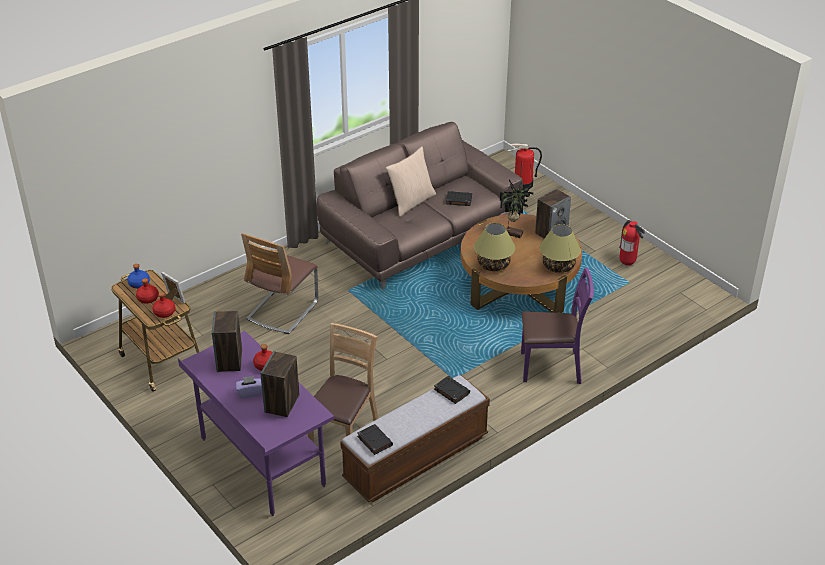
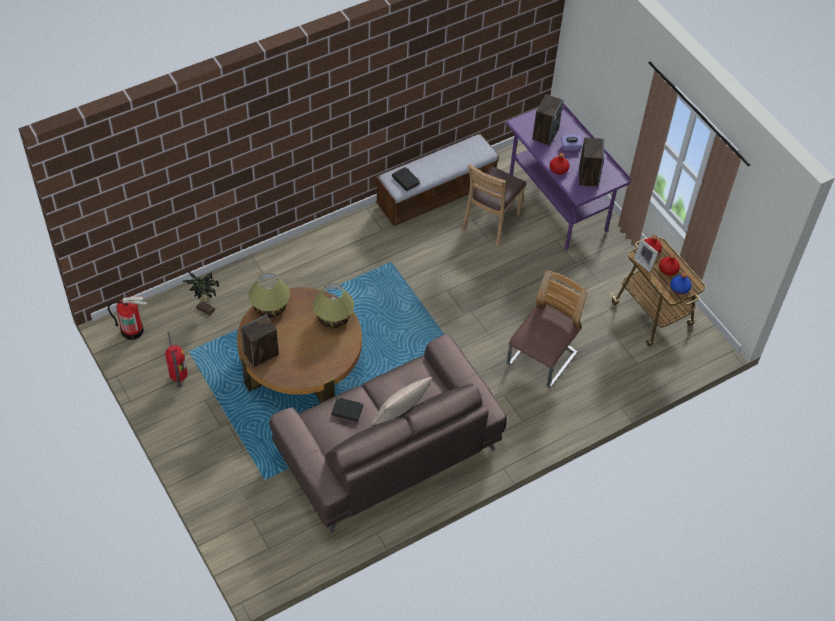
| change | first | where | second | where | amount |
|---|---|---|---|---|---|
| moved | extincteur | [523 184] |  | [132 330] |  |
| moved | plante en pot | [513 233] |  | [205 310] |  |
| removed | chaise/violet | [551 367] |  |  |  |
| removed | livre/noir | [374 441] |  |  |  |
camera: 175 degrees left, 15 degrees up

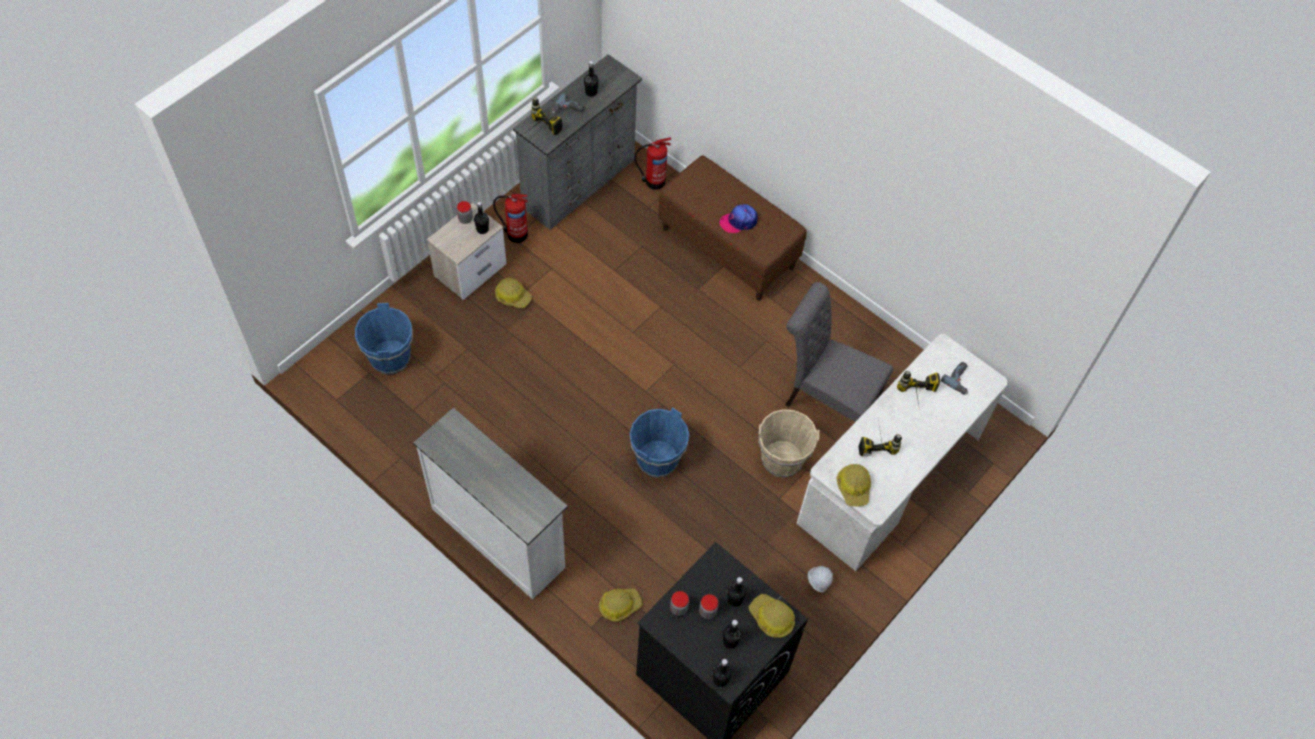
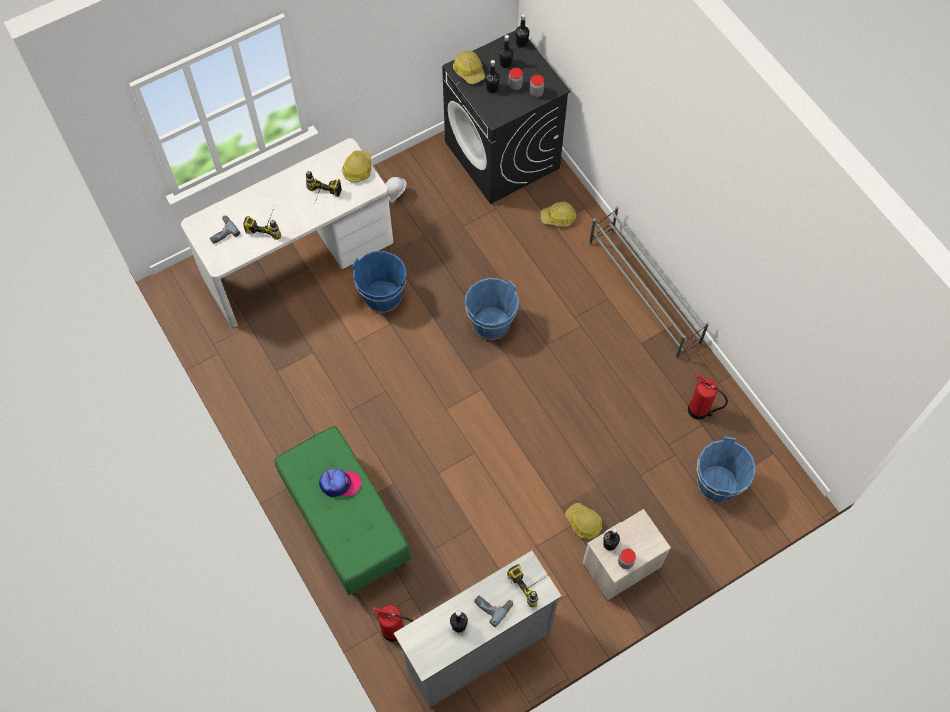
| change | first | where | second | where | amount |
|---|---|---|---|---|---|
| recoloured | banc/marron | [728 248] | banc/vert | [345 523] |  |
| moved | extincteur | [516 234] |  | [699 411] |  |
| removed | chaise/gris | [825 401] |  |  |  |
| replaced | commode/blanc | [499 535] | étagère à chaussures/gris | [644 294] |  |
| recoloured | seau/beige | [782 459] | seau/bleu | [382 297] |  |
camera: 160 degrees left, 5 degrees up

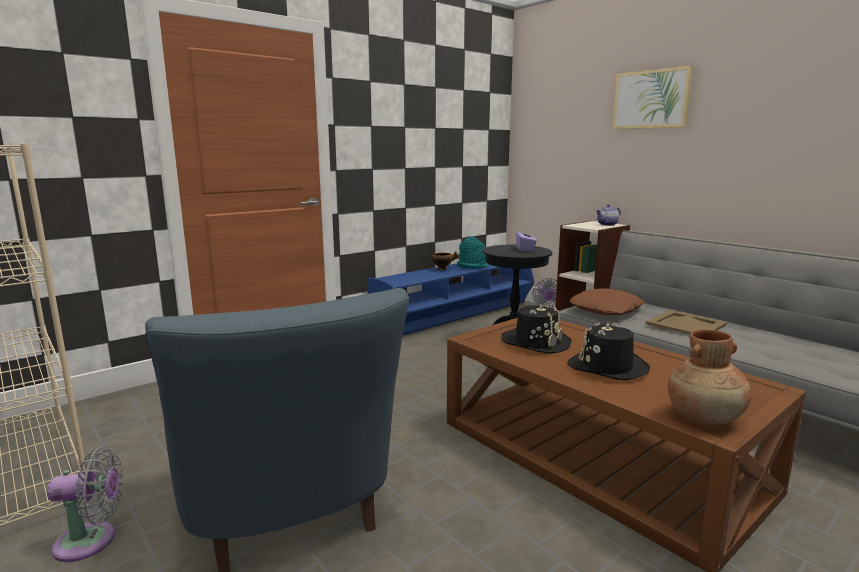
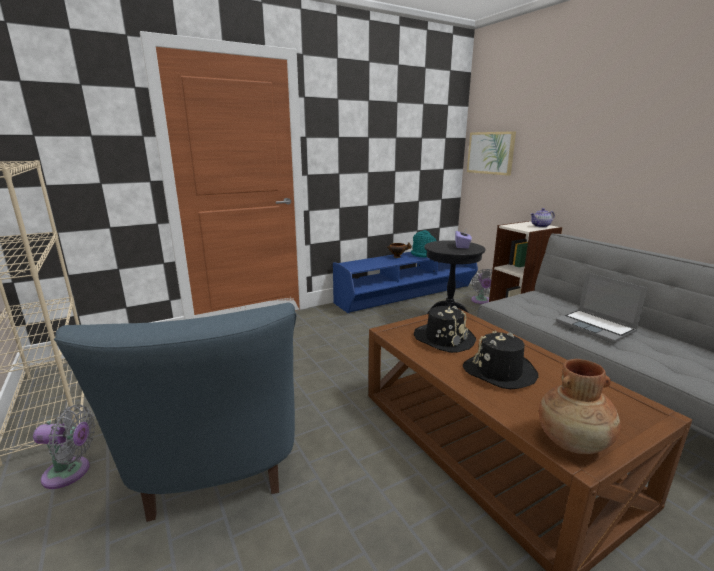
| change | first | where | second | where | amount |
|---|---|---|---|---|---|
| moved | tableau | [651 99] |  | [490 153] |  |
| removed | coussin/marron | [606 310] |  |  |  |
| replaced | plateau/beige | [686 324] | ordinateur portable | [596 327] |  |
camera: 10 degrees right, 5 degrees up

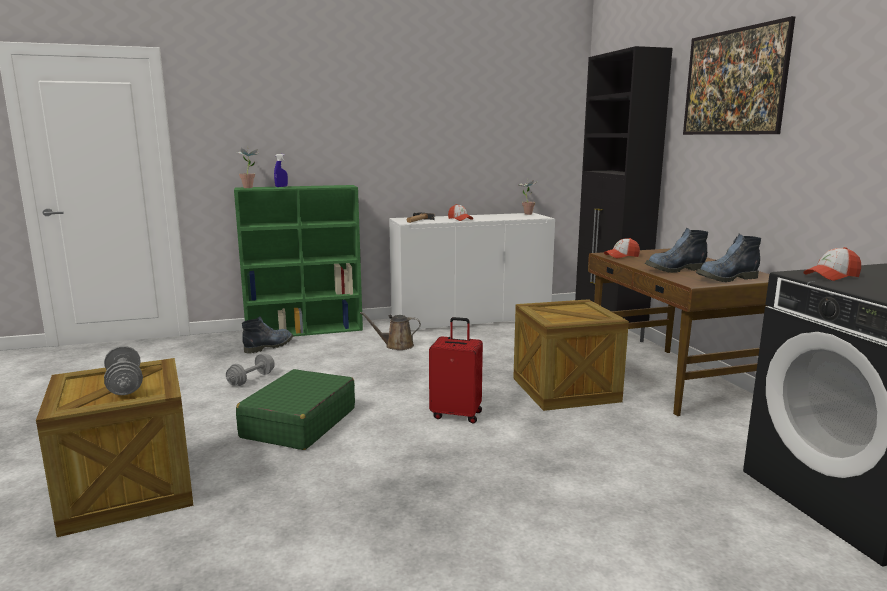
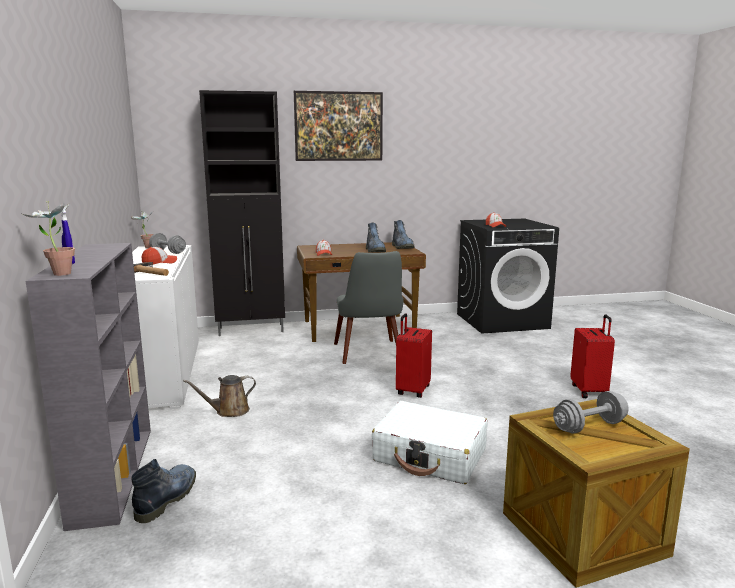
| change | first | where | second | where | amount |
|---|---|---|---|---|---|
| recoloured | bibliothèque/vert | [306 330] | bibliothèque/gris | [113 472] |  |
| replaced | caisse | [565 389] | chaise/gris | [370 355] |  |
| turned | arrosoir/marron | [396 346] |  | [229 411] | 60 degrees clockwise |
| turned | botte | [269 346] |  | [167 498] | 60 degrees clockwise |
| moved | haltère/gris | [251 379] |  | [168 252] |  |
| recoloured | valise/vert | [299 423] | valise/blanc | [430 455] |  |
| added |  |  | valise/rouge | [589 391] |  |
camera: 85 degrees left, 0 degrees up

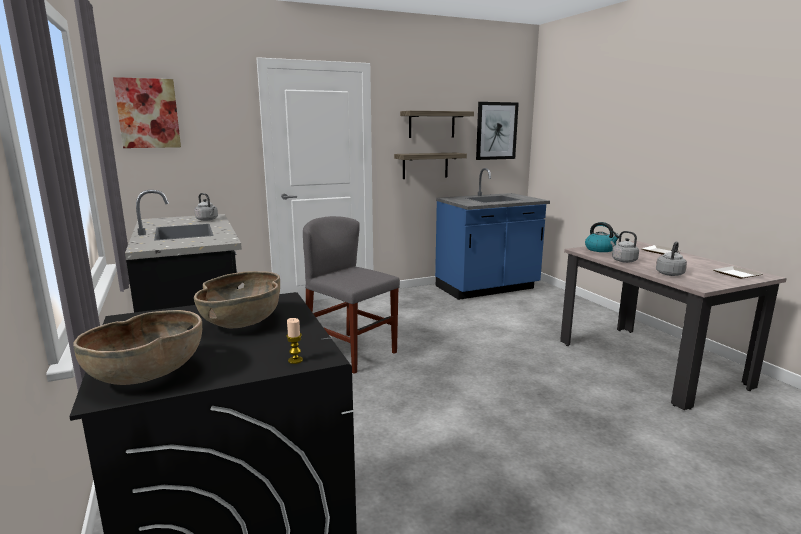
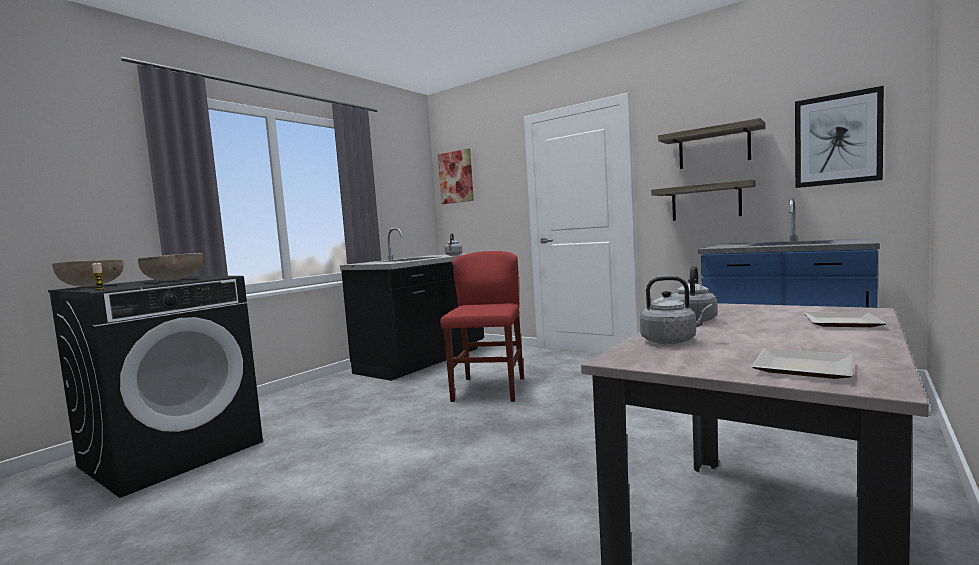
| change | first | where | second | where | amount |
|---|---|---|---|---|---|
| recoloured | chaise/gris | [351 352] | chaise/rouge | [489 389] |  |
| removed | bouilloire | [600 249] |  |  |  |
camera: 60 degrees right, 10 degrees down

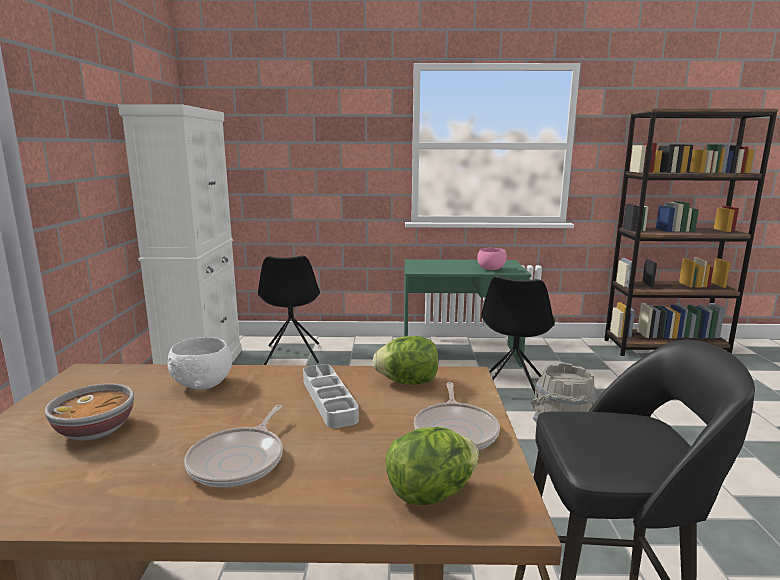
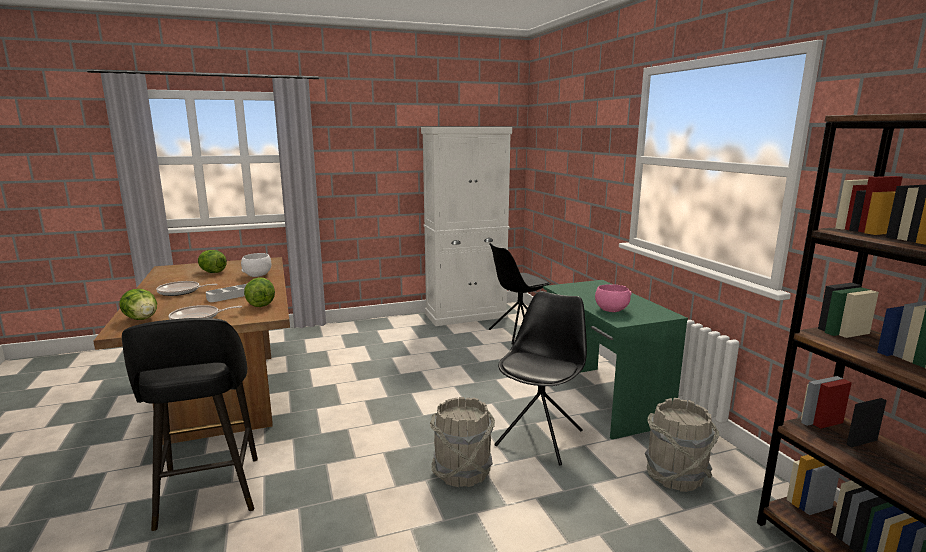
| change | first | where | second | where | amount |
|---|---|---|---|---|---|
| turned | chaise/noir | [512 391] |  | [540 437] | 120 degrees clockwise |
| replaced | bol | [96 430] | laitue | [212 272] |  |
| added |  |  | seau/gris | [675 476] |  |
camera: 70 degrees right, 0 degrees up

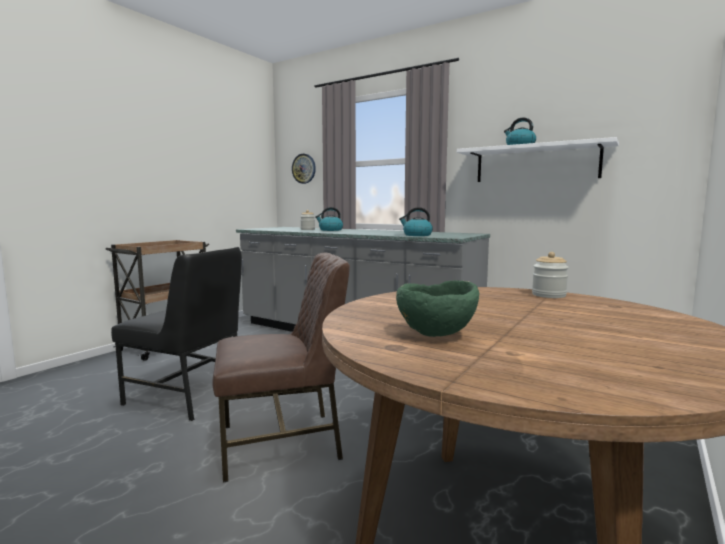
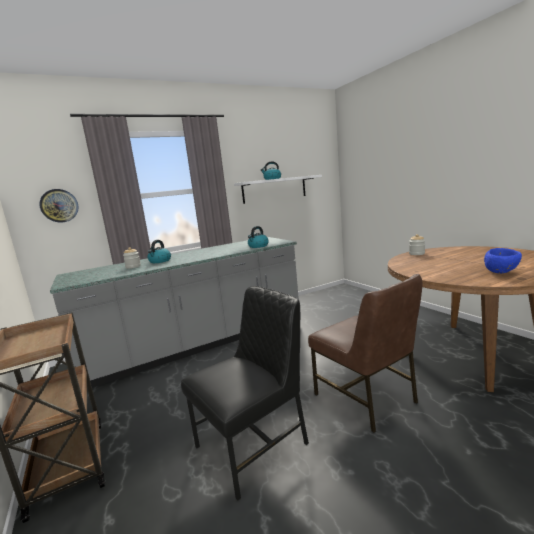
| change | first | where | second | where | amount |
|---|---|---|---|---|---|
| turned | chaise/marron | [283 443] |  | [366 398] | 135 degrees clockwise |
| recoloured | bol/vert | [436 336] | bol/bleu | [501 272] |  |
camera: 60 degrees left, 5 degrees up

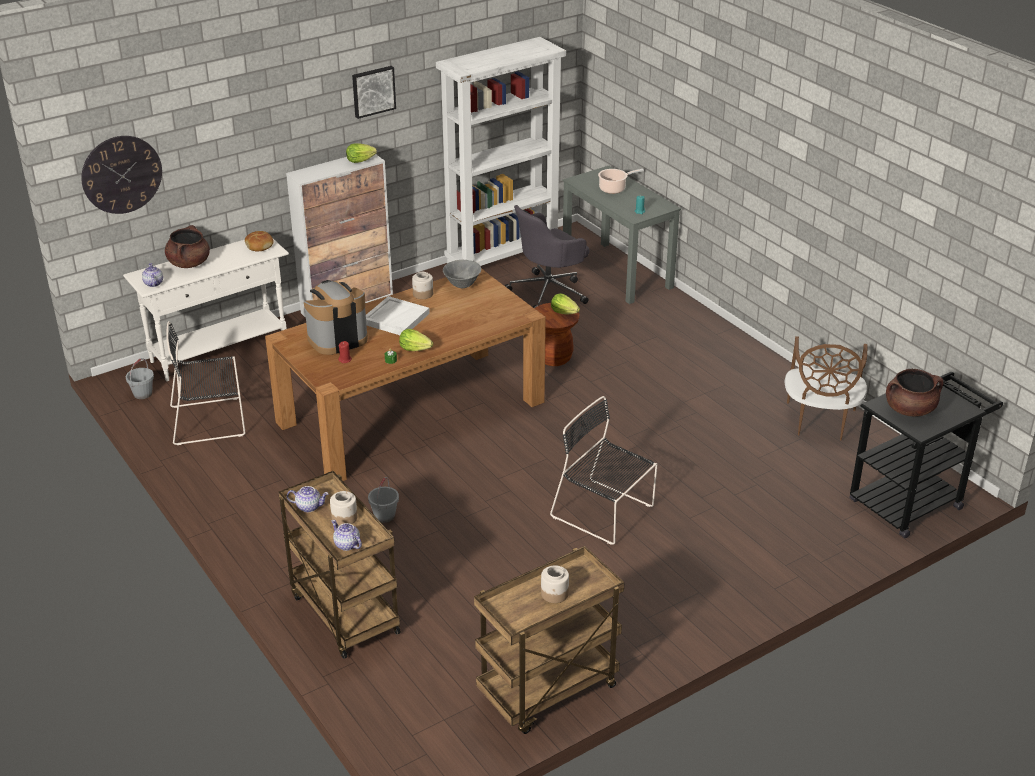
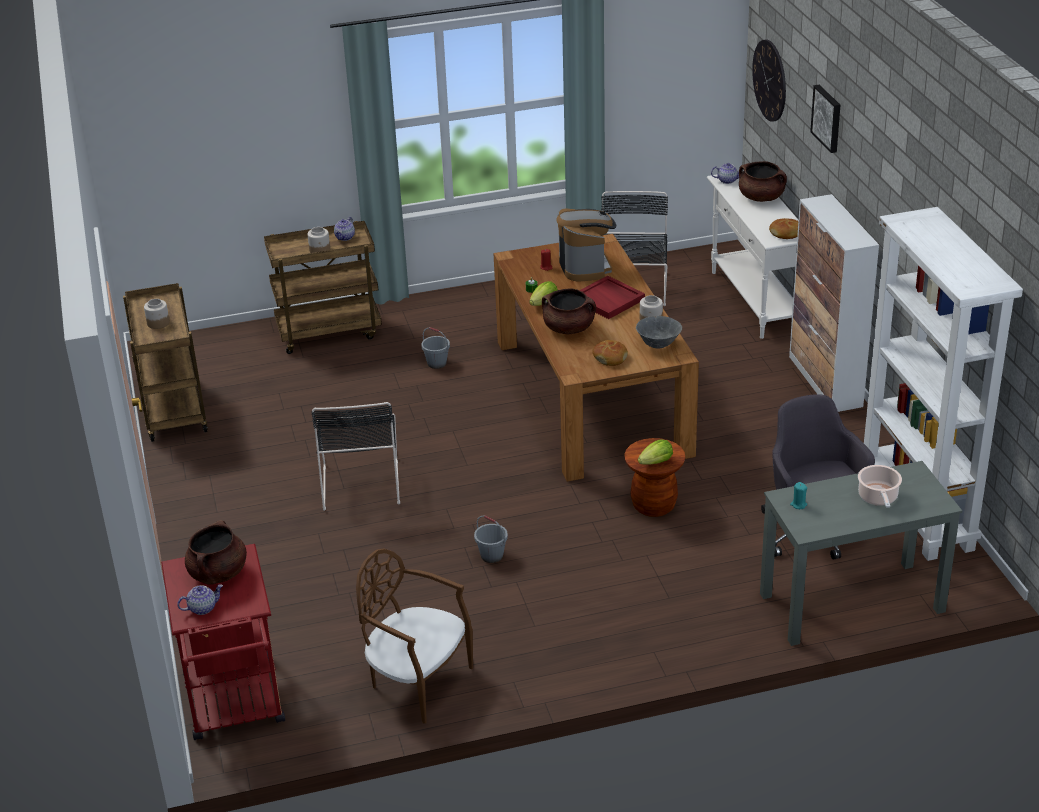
| change | first | where | second | where | amount |
|---|---|---|---|---|---|
| moved | tableau | [373 91] |  | [828 118] |  |
| removed | laitue | [360 161] |  |  |  |
| recoloured | plateau/blanc | [395 318] | plateau/rouge | [608 300] |  |
| moved | seau/gris | [143 394] |  | [491 556] |  |
| recoloured | chariot/noir | [912 500] | chariot/rouge | [235 705] |  |
| turned | chaise/noir | [605 513] |  | [361 483] | 120 degrees clockwise |
| moved | théière | [346 544] |  | [202 608] |  |
| added |  |  | marmite/marron | [569 328] |  |
| added |  |  | pain | [610 357] |  |
camera: 110 degrees right, 0 degrees up

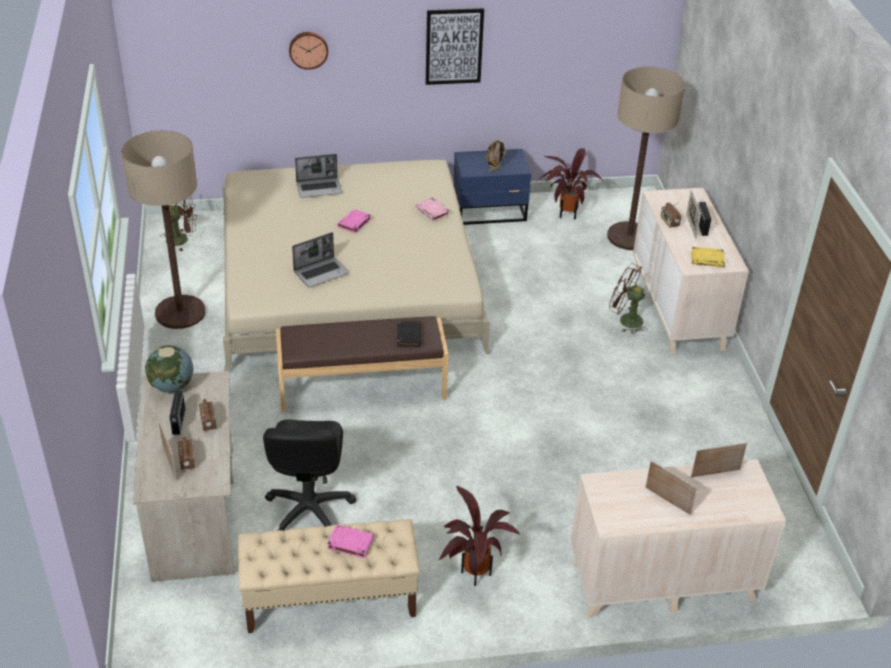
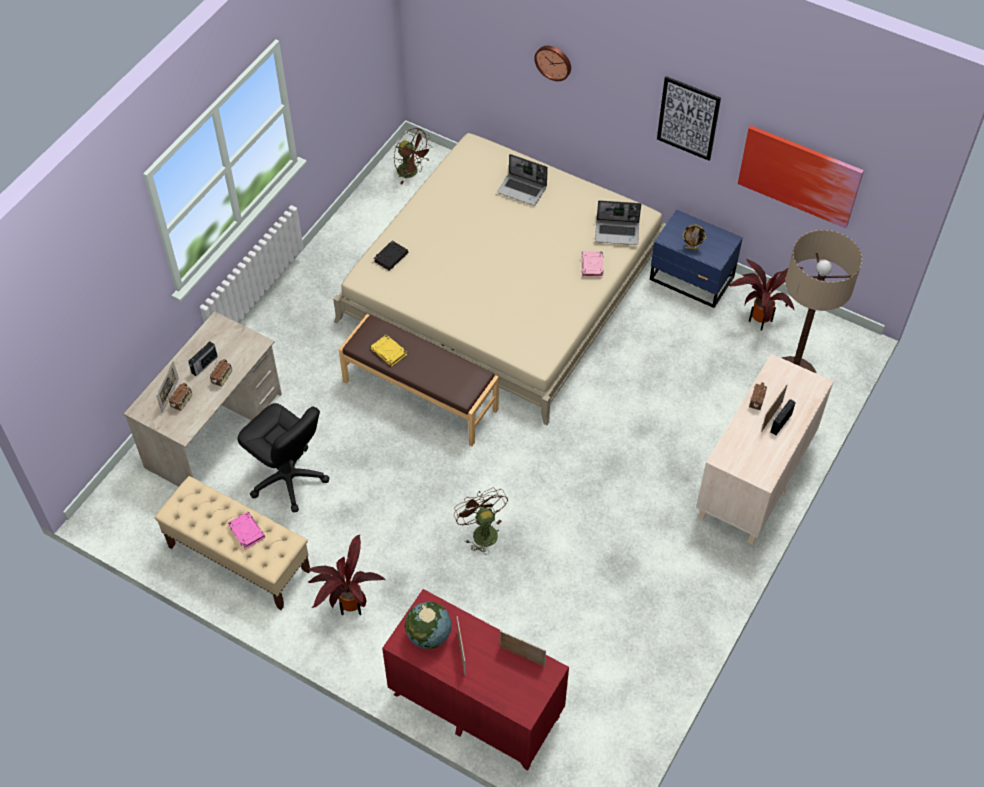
| change | first | where | second | where | amount |
|---|---|---|---|---|---|
| removed | lampadaire | [180 313] |  |  |  |
| removed | livre/rose | [354 223] |  |  |  |
| moved | ordinateur portable | [321 272] |  | [617 232] |  |
| moved | livre/jaune | [707 259] |  | [389 352] |  |
| moved | ventilateur/marron | [625 320] |  | [481 531] |  |
| moved | livre/noir | [408 336] |  | [391 257] |  |
| moved | globe | [172 386] |  | [428 635] |  |
| turned | chaise de bureau/noir | [309 510] |  | [288 479] | 90 degrees counterclockwise |
| recoloured | commode/beige | [662 581] | commode/rouge | [475 705] |  |
| added |  |  | tableau | [799 175] |  |
camera: 40 degrees right, 15 degrees up

